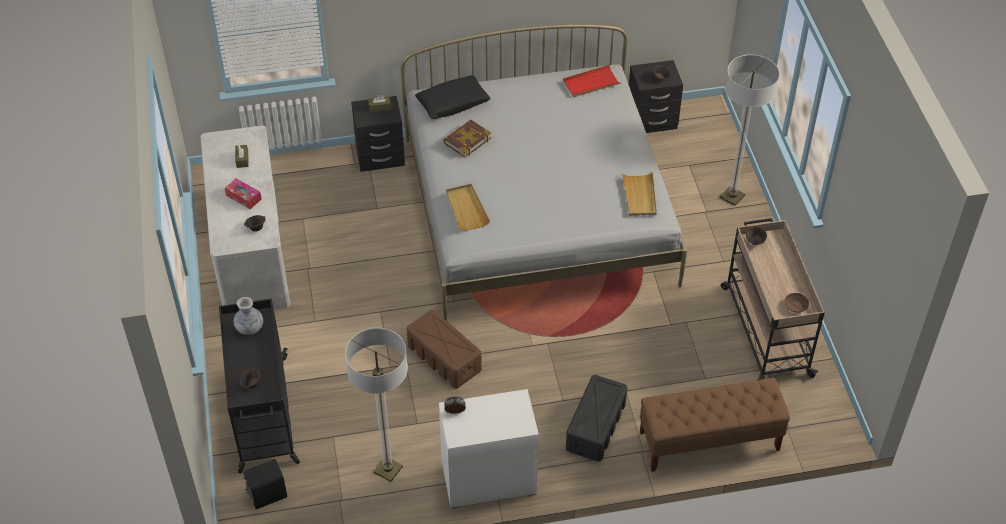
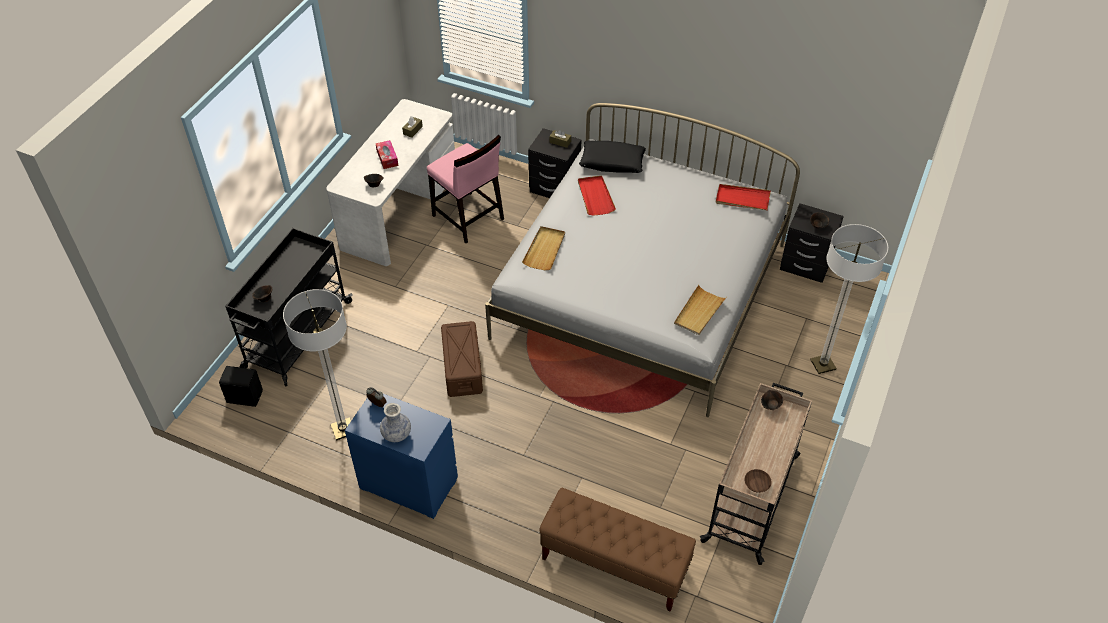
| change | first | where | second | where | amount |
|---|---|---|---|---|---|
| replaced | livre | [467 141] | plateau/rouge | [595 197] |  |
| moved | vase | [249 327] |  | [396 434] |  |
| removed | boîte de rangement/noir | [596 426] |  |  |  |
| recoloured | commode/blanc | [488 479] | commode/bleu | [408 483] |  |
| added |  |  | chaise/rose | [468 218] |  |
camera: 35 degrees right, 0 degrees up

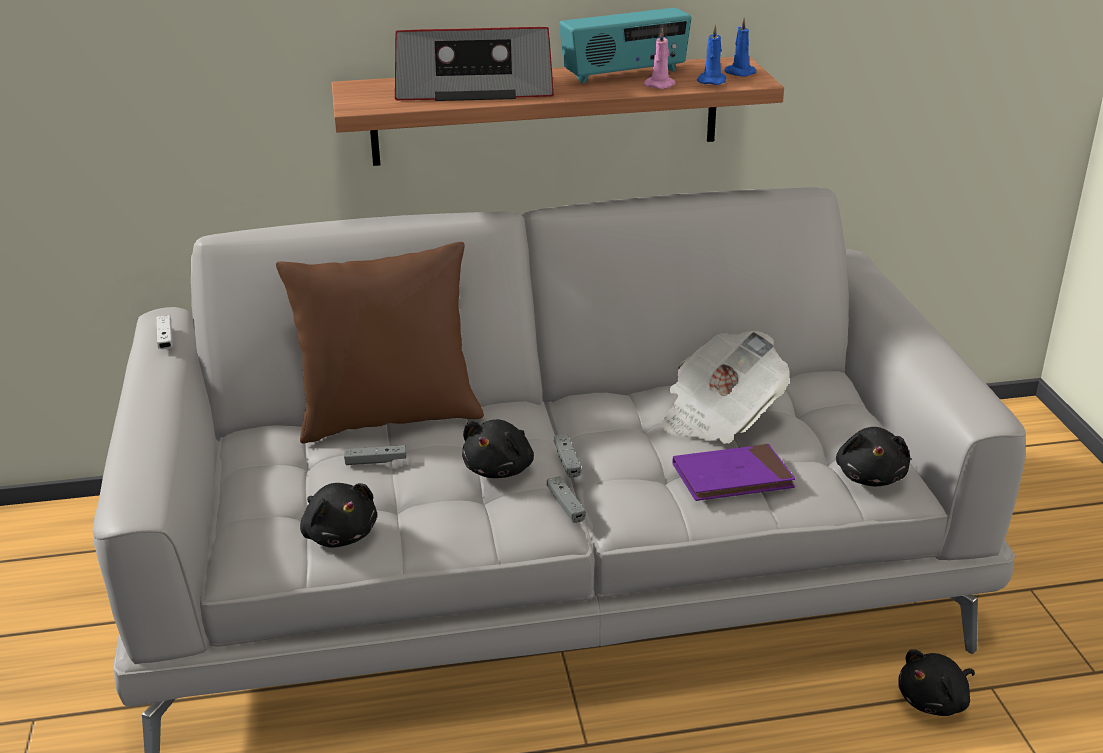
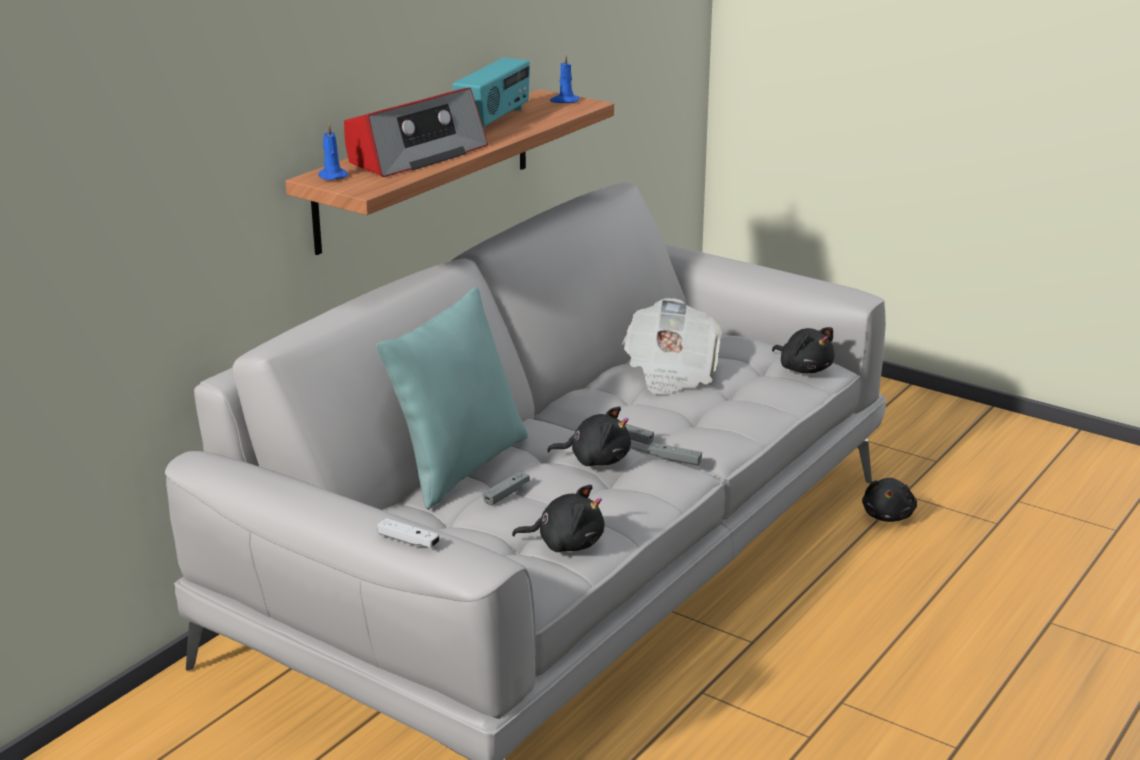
| change | first | where | second | where | amount |
|---|---|---|---|---|---|
| moved | bougie/bleu | [712 81] |  | [332 176] |  |
| removed | bougie/rose | [660 85] |  |  |  |
| recoloured | coussin/marron | [389 417] | coussin/turquoise | [458 467] |  |
| moved | manette/blanc | [165 339] |  | [408 541] |  |
| turned | peluche/noir | [500 468] |  | [595 460] | 60 degrees counterclockwise |
| removed | livre/violet | [732 477] |  |  |  |
camera: 45 degrees left, 5 degrees down

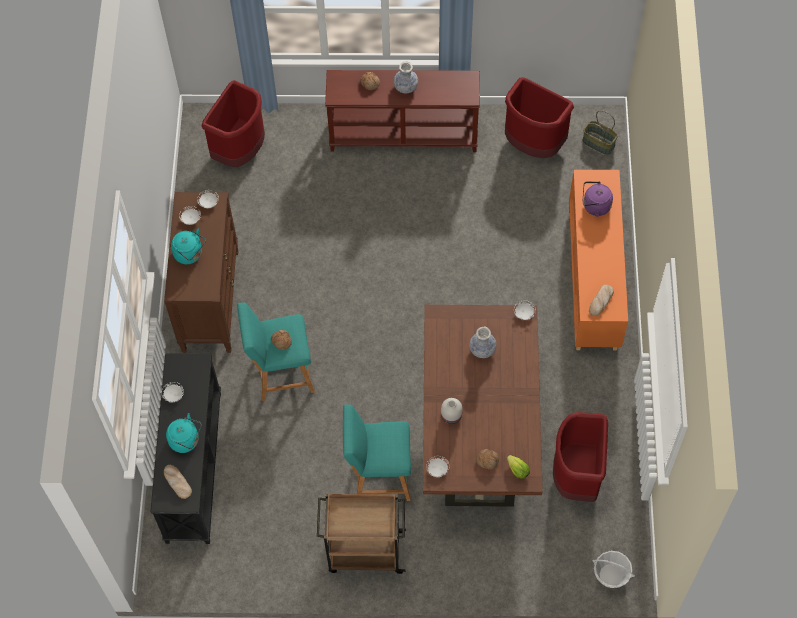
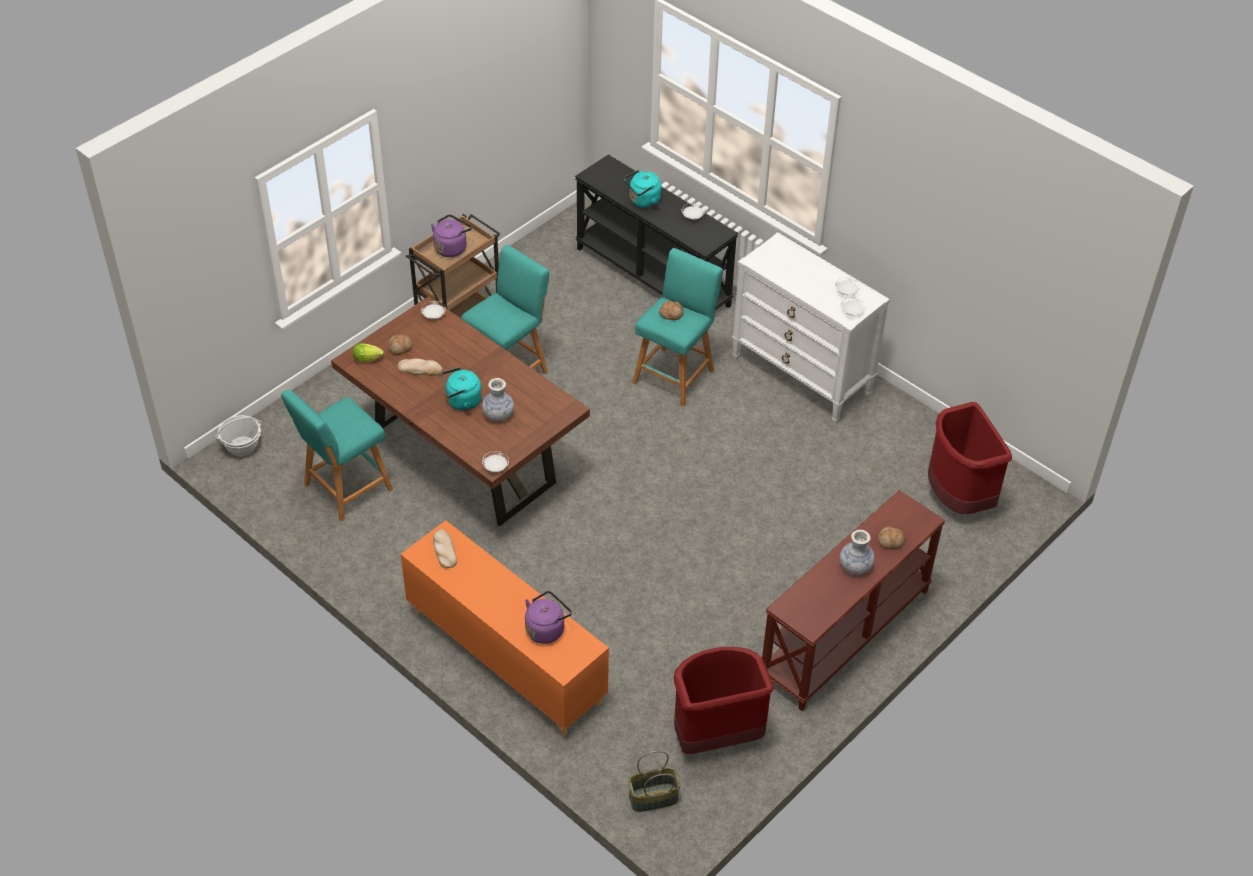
| change | first | where | second | where | amount |
|---|---|---|---|---|---|
| recoloured | commode/marron | [210 300] | commode/blanc | [802 375] |  |
| moved | bouilloire/turquoise | [190 254] |  | [461 401] |  |
| removed | vase/blanc | [450 416] |  |  |  |
| replaced | poubelle/rouge | [576 476] | tabouret/turquoise | [344 489] |  |
| moved | pain | [177 482] |  | [420 369] |  |
| added |  |  | bouilloire/violet | [451 247] |  |
camera: 130 degrees right, 15 degrees down

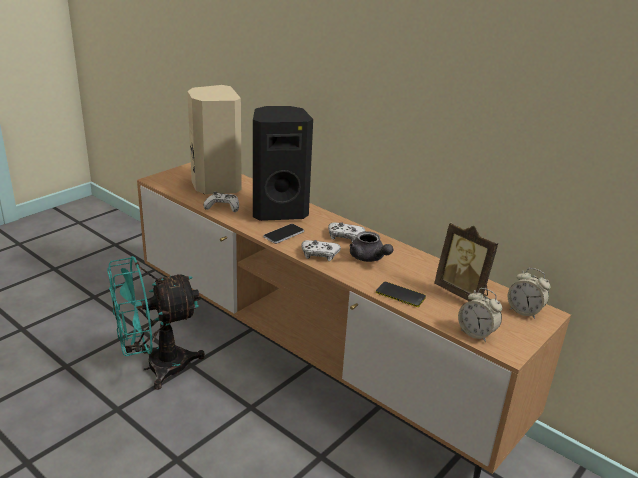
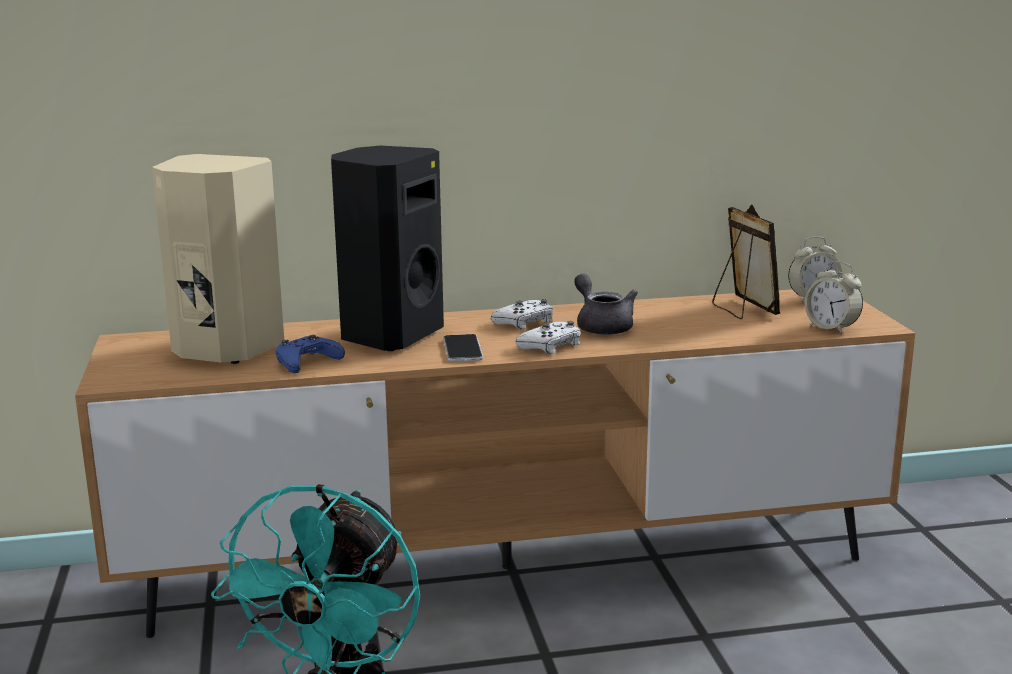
| change | first | where | second | where | amount |
|---|---|---|---|---|---|
| recoloured | manette/blanc | [223 206] | manette/bleu | [307 362] |  |
| turned | cadre photo | [463 292] |  | [742 310] | 105 degrees counterclockwise |
| turned | théière/gris | [369 258] |  | [602 326] | 120 degrees counterclockwise |
| removed | téléphone | [400 295] |  |  |  |
| turned | réveil | [476 333] |  | [831 328] | 60 degrees clockwise |
camera: 50 degrees left, 10 degrees down

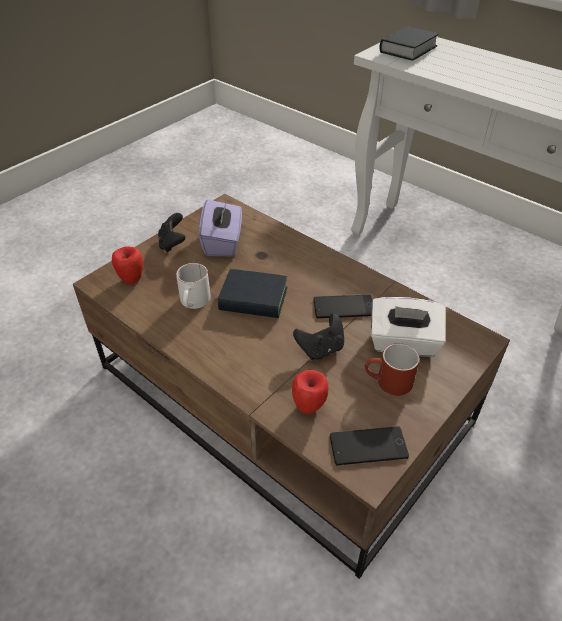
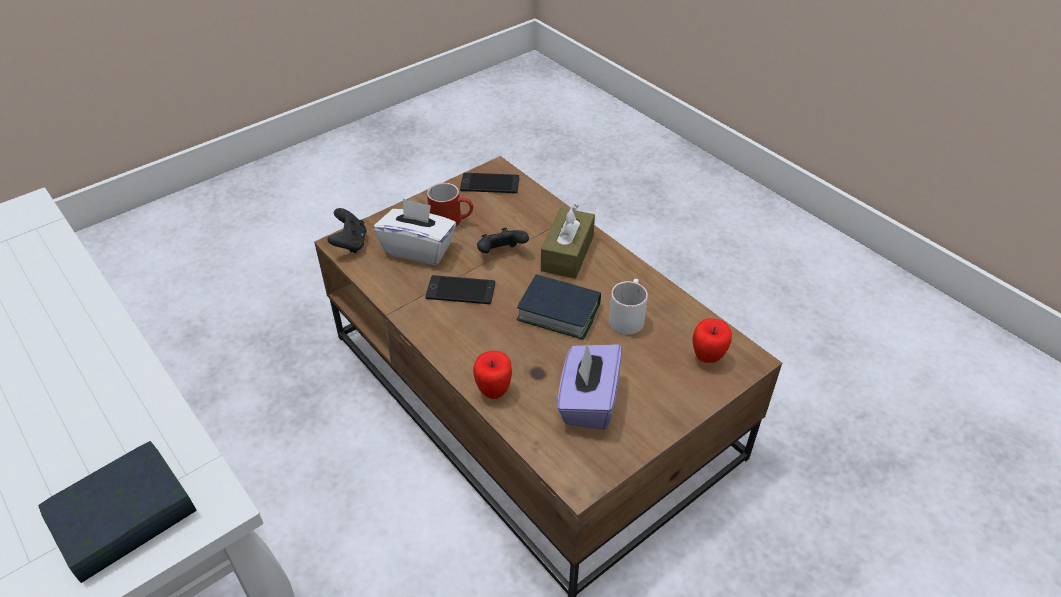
| change | first | where | second | where | amount |
|---|---|---|---|---|---|
| moved | manette/noir | [172 243] |  | [350 243] |  |
| moved | pomme | [309 407] |  | [493 391] |  |
| added |  |  | boîte à mouchoirs/marron | [567 253] |  |
camera: 170 degrees left, 0 degrees up

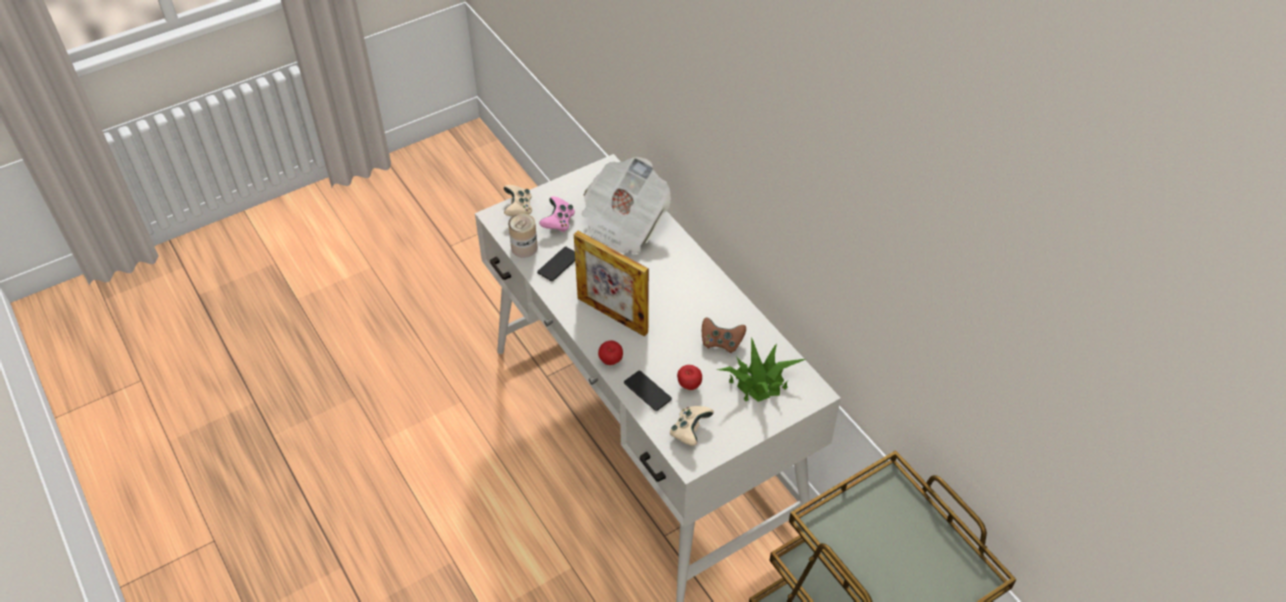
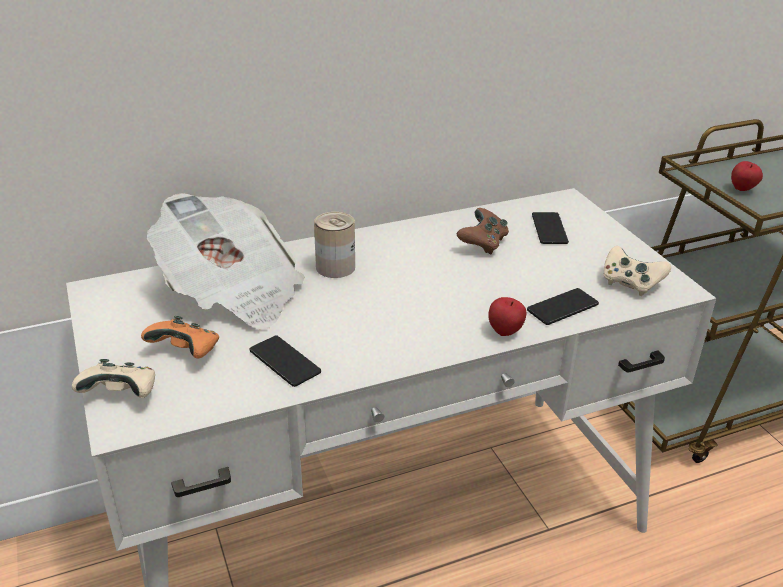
| change | first | where | second | where | amount |
|---|---|---|---|---|---|
| recoloured | manette/rose | [558 223] | manette/orange | [186 352] |  |
| moved | boîte métallique | [524 248] |  | [335 267] |  |
| removed | cadre photo | [612 315] |  |  |  |
| replaced | plante en pot | [758 381] | téléphone | [549 229] |  |
| moved | pomme | [689 386] |  | [742 190] |  |
camera: 80 degrees left, 15 degrees down

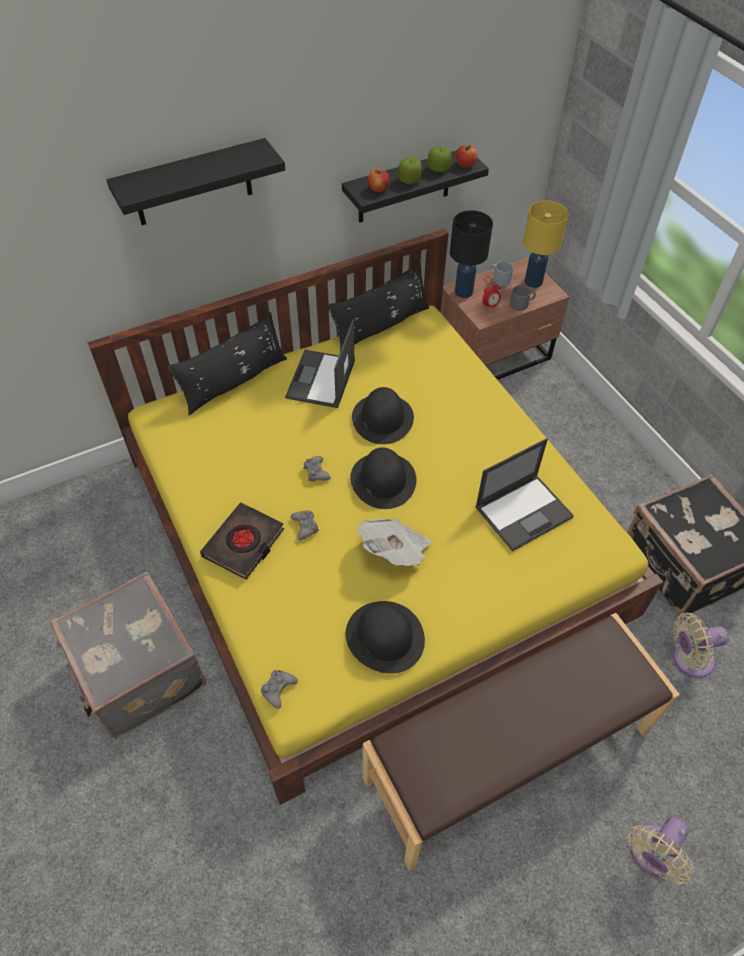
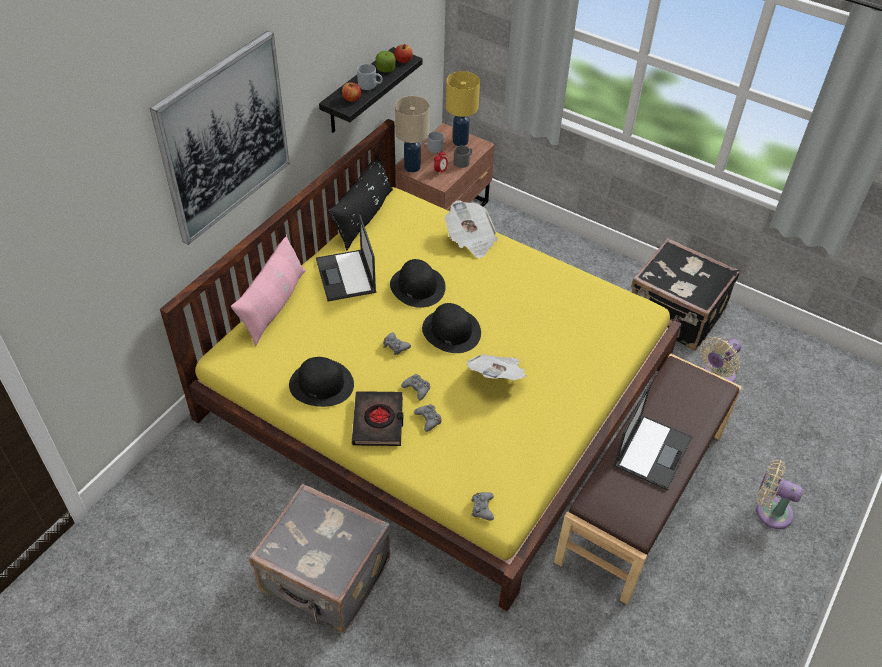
| change | first | where | second | where | amount |
|---|---|---|---|---|---|
| replaced | étagère/noir | [193 183] | tableau | [224 137] |  |
| replaced | pomme | [409 180] | mug/gris | [370 85] |  |
| recoloured | lampe de table/noir | [463 291] | lampe de table/beige | [411 167] |  |
| recoloured | coussin/noir | [234 382] | coussin/rose | [274 305] |  |
| moved | ordinateur portable | [524 511] |  | [652 451] |  |
| moved | chapeau/noir | [385 637] |  | [321 384] |  |
| turned | ventilateur/beige | [650 854] |  | [770 511] | 105 degrees clockwise |
| added |  |  | journal | [471 240] |  |
| added |  |  | manette/gris | [428 419] |  |
camera: 30 degrees left, 5 degrees down

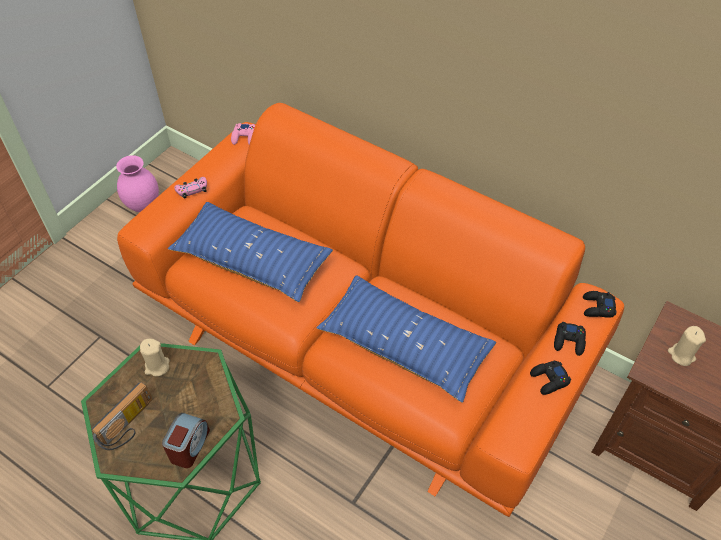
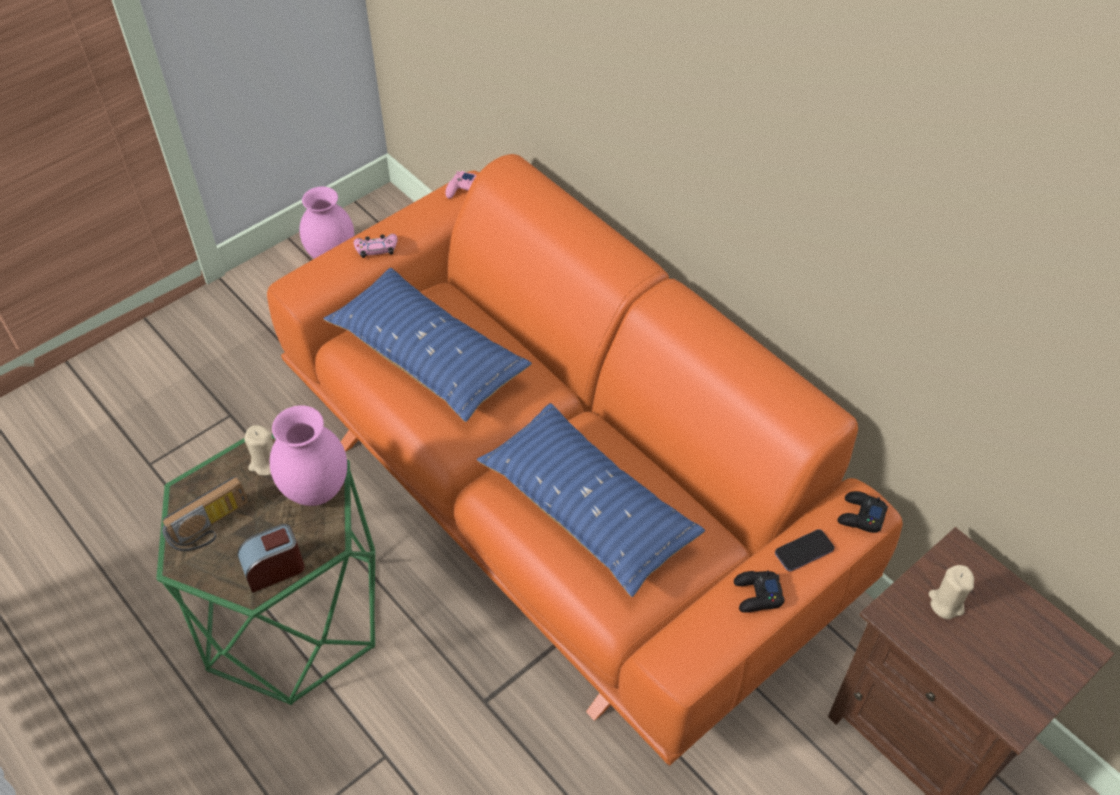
| change | first | where | second | where | amount |
|---|---|---|---|---|---|
| replaced | manette/noir | [569 341] | téléphone | [804 551] |  |
| turned | réveil | [189 446] |  | [274 569] | 150 degrees counterclockwise |
| added |  |  | vase/rose | [317 491] |  |
camera: 15 degrees right, 0 degrees up

